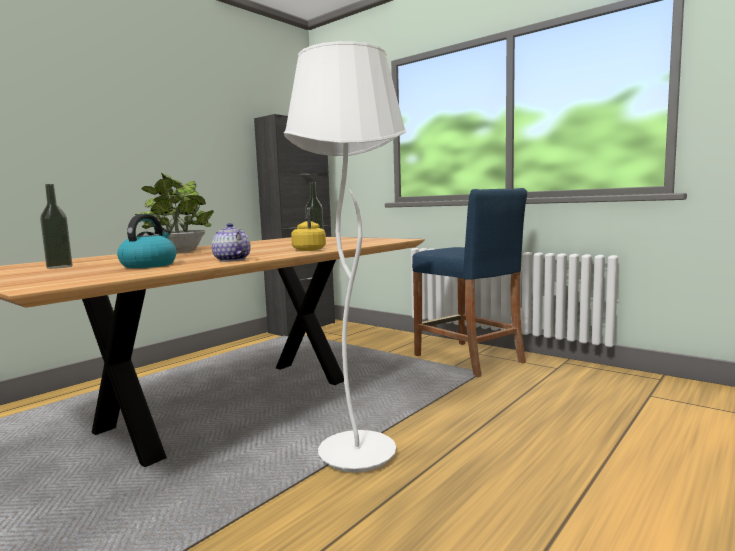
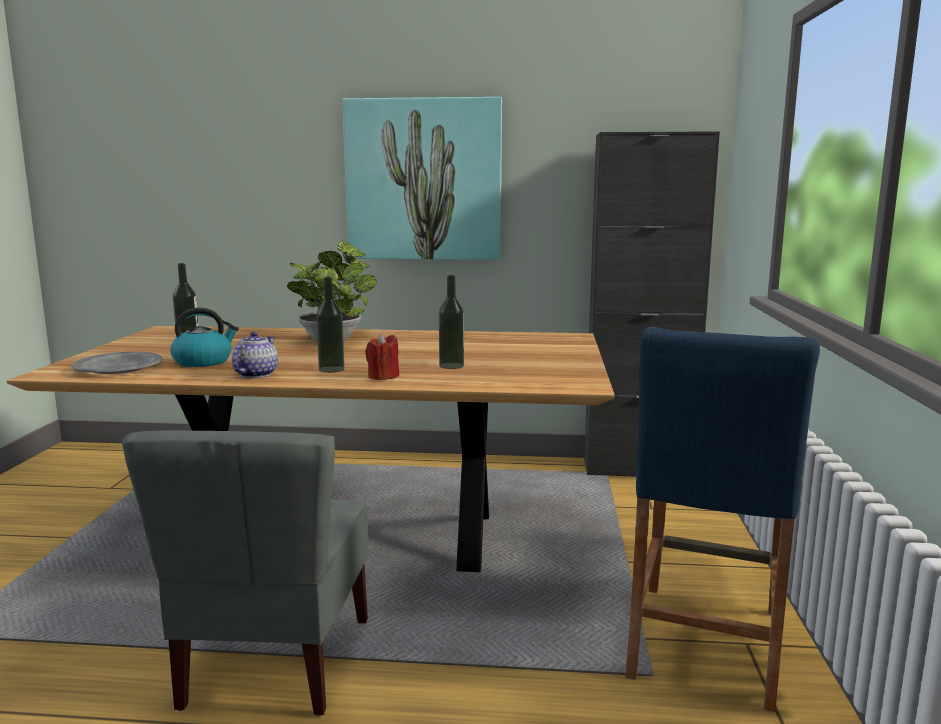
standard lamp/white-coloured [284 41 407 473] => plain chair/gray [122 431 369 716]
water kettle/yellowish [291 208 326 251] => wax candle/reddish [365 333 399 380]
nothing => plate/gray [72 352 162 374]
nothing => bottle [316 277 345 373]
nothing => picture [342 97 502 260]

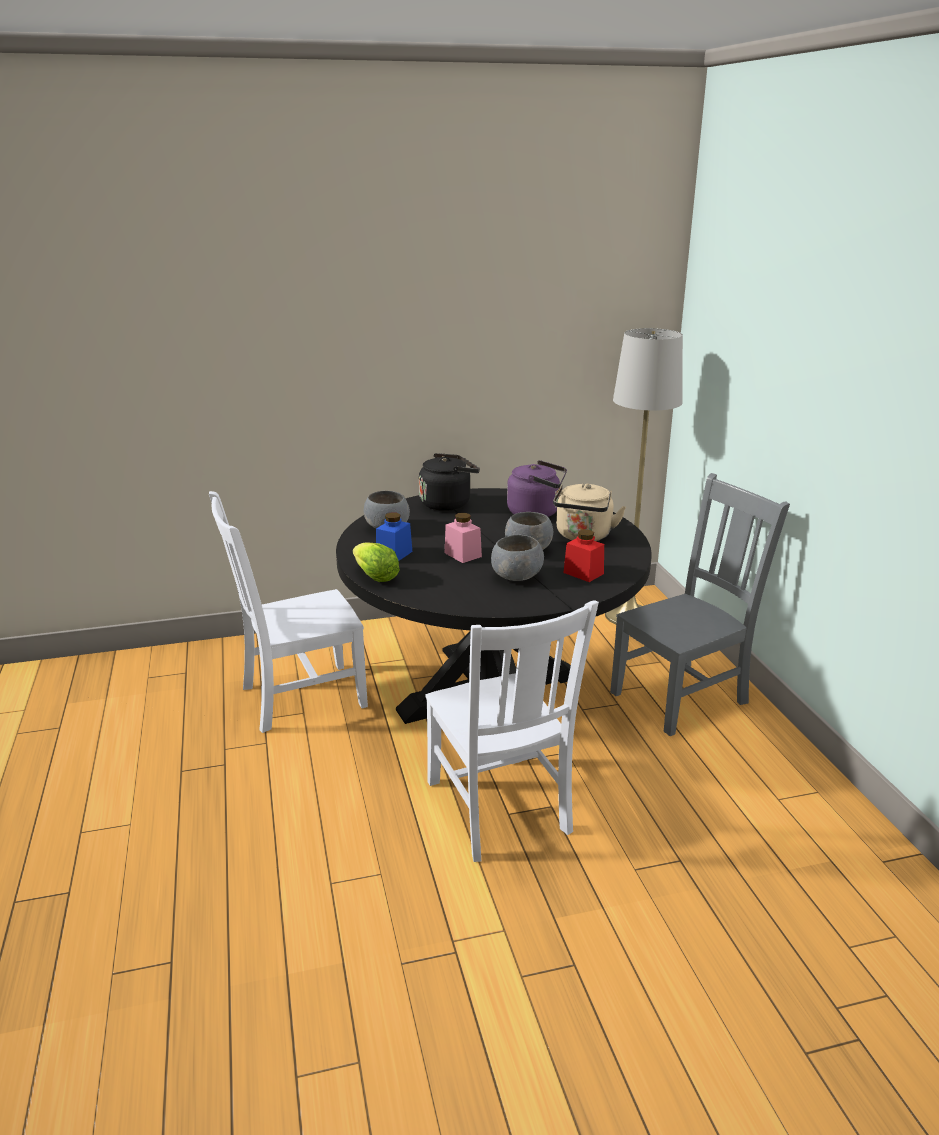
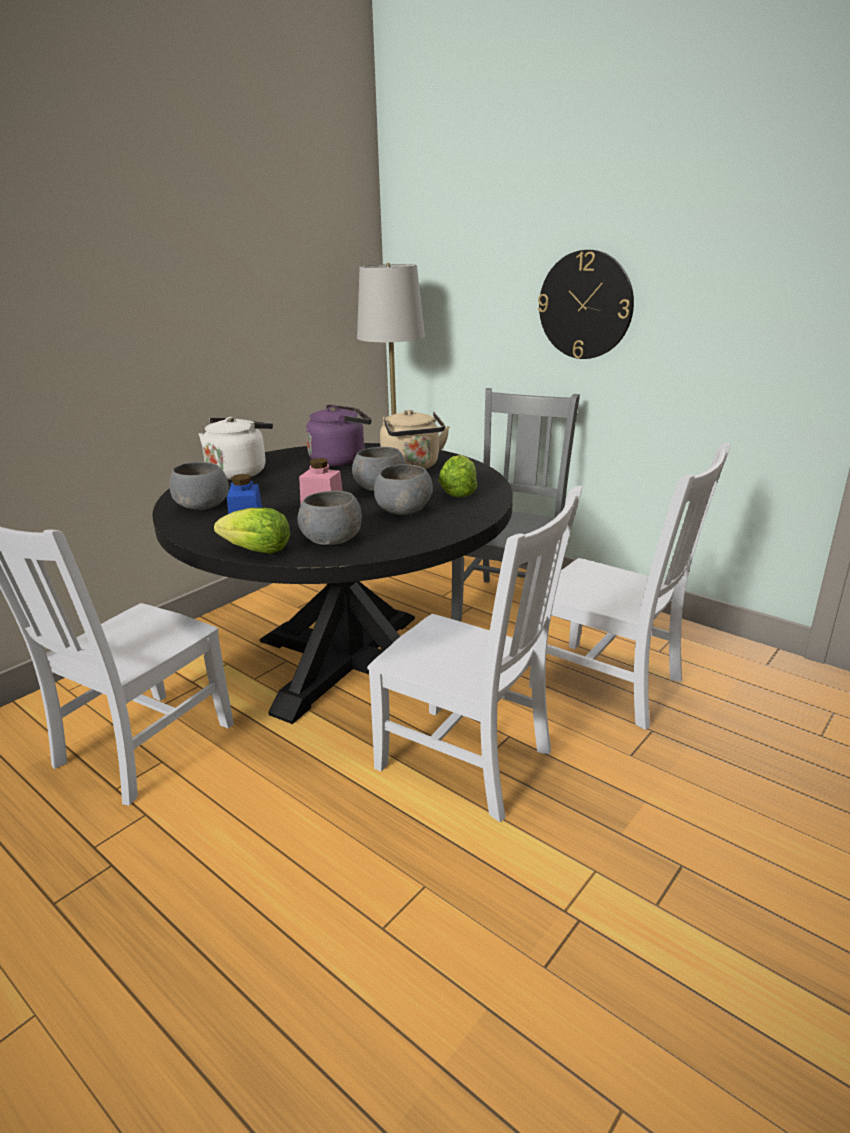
water kettle/black [419 453 480 511] => water kettle/white-coloured [199 417 273 480]
storage jar/reddish [563 529 604 582] => head of lettuce [438 455 477 497]
nothing => bowl/gray [297 491 362 545]
nothing => plain chair/white-coloured [529 442 731 730]
nothing => wall clock [538 250 634 359]

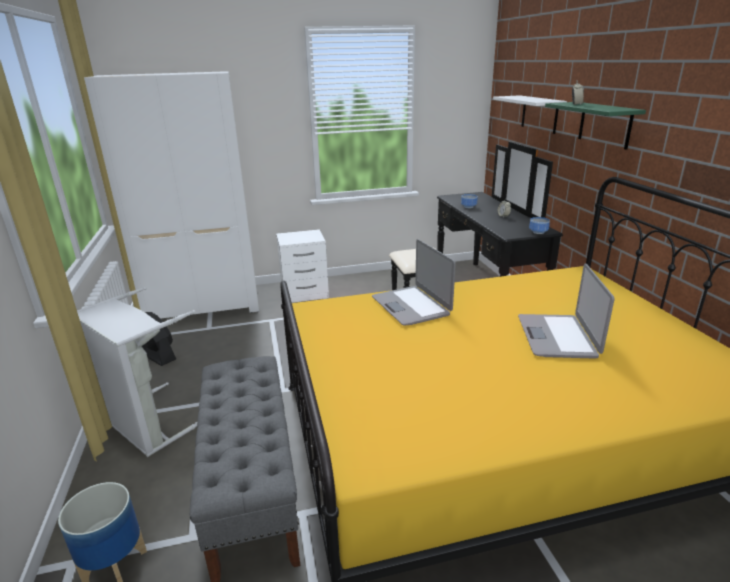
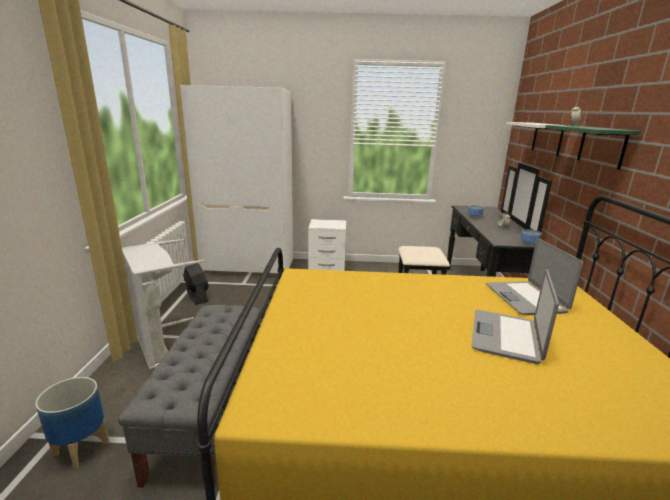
notebook computer [372 239 456 325] => notebook computer [486 239 583 315], relocated

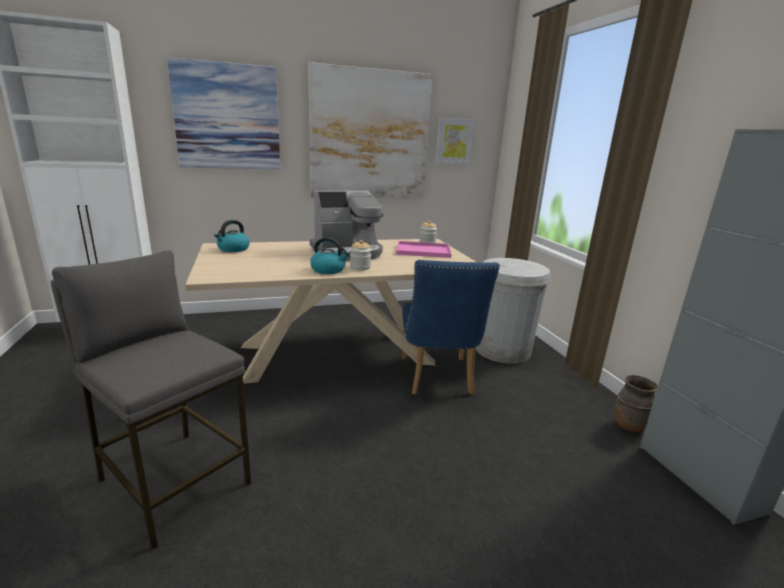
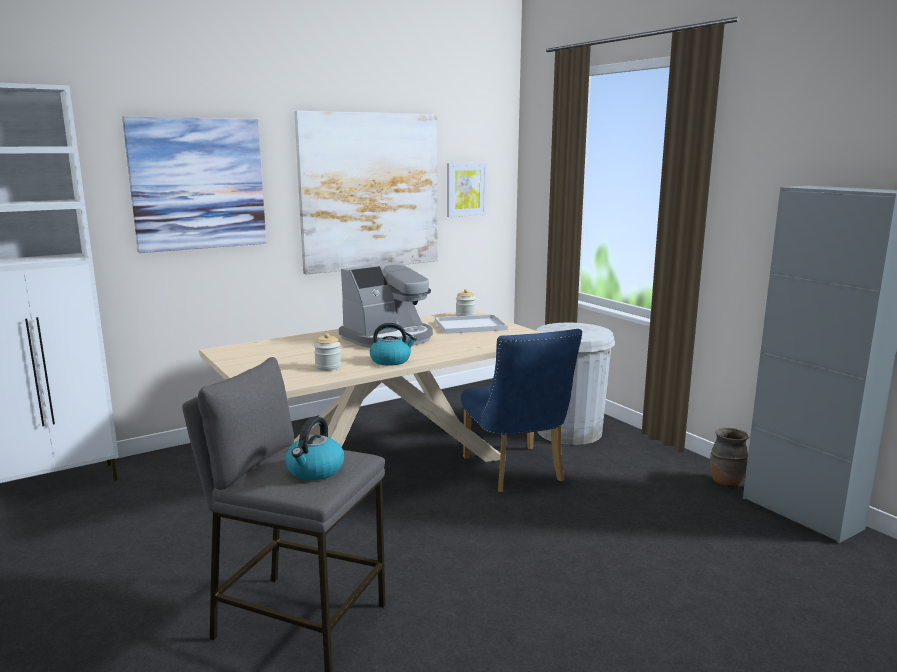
water kettle [214 220 250 252] => water kettle [285 416 344 480], relocated
storage jar [350 240 371 271] => storage jar [314 333 341 371], relocated
serving tray/pink-coloured [396 241 451 258] => serving tray/white-coloured [435 314 508 334]

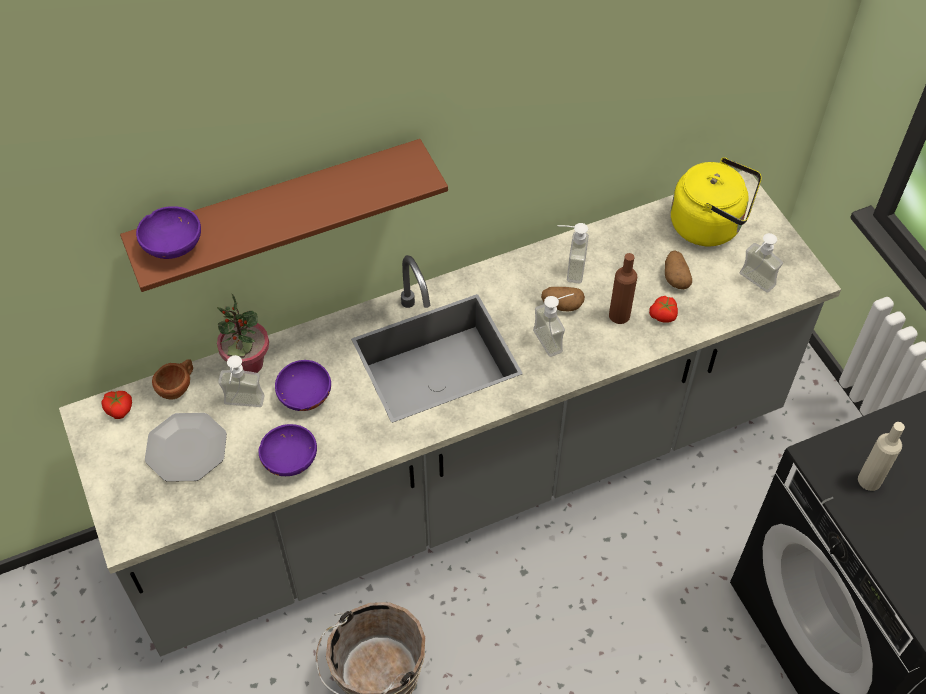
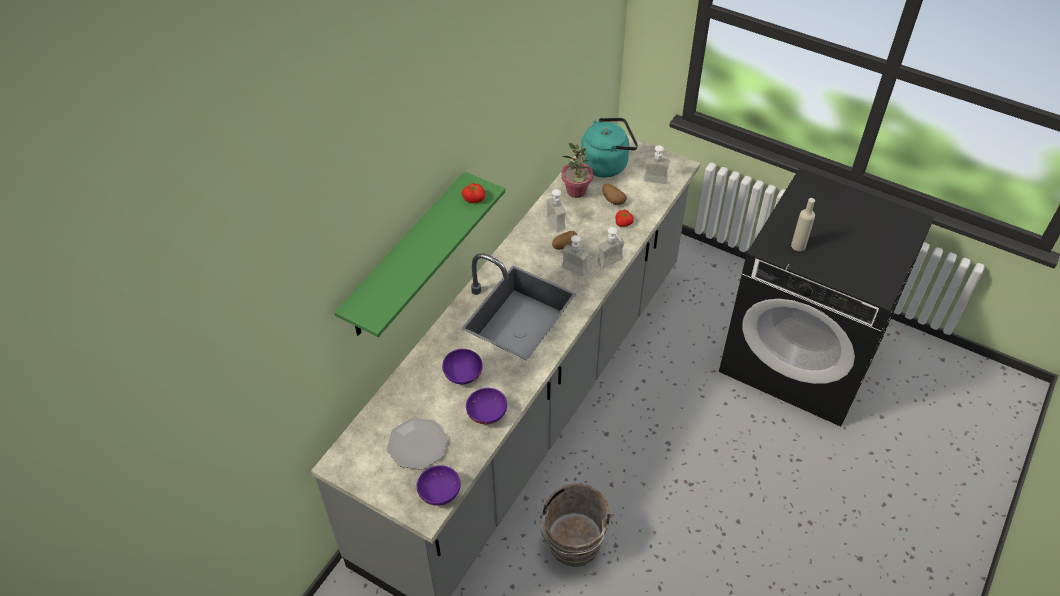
whole tomato [102 391 132 419] => whole tomato [461 183 485 203], relocated
wall shelf/brown-coloured [120 139 448 292] => wall shelf/green [334 172 505 337]
bowl/purple [136 206 201 259] => bowl/purple [417 465 461 506], relocated
cup/brown-coloured [152 359 193 400] => nothing
plant in a pot [217 293 269 373] => plant in a pot [561 142 593 198], relocated
soap dispenser [218 355 265 407] => soap dispenser [597 227 624 268], relocated
bottle/brown-coloured [609 253 637 324] => nothing
water kettle/yellowish [671 157 762 246] => water kettle/turquoise-coloured [581 118 638 178]

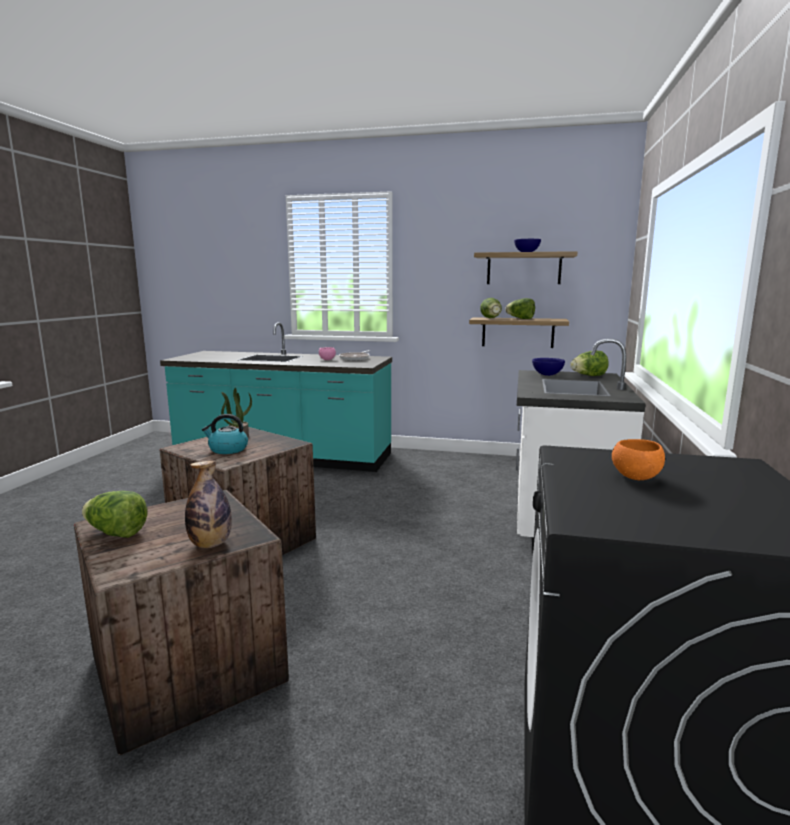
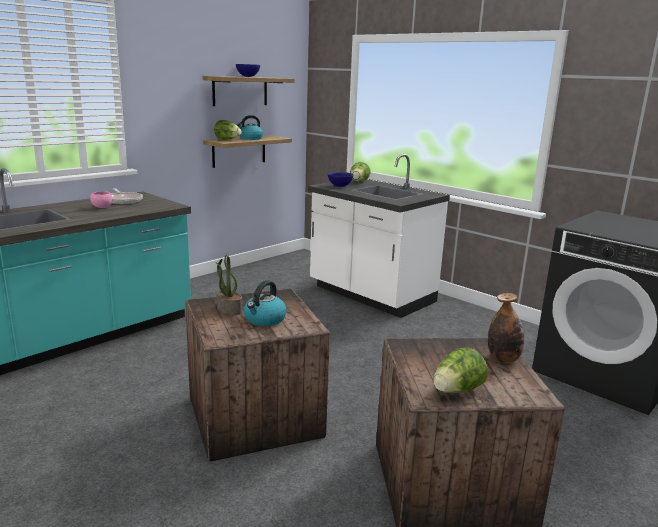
head of lettuce [505 298 535 319] => water kettle [236 115 263 140]
bowl/orange [612 439 665 480] => nothing

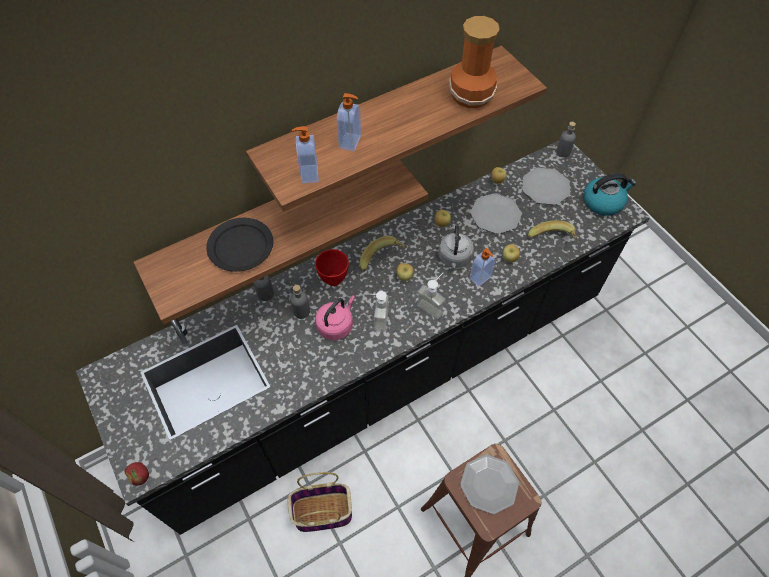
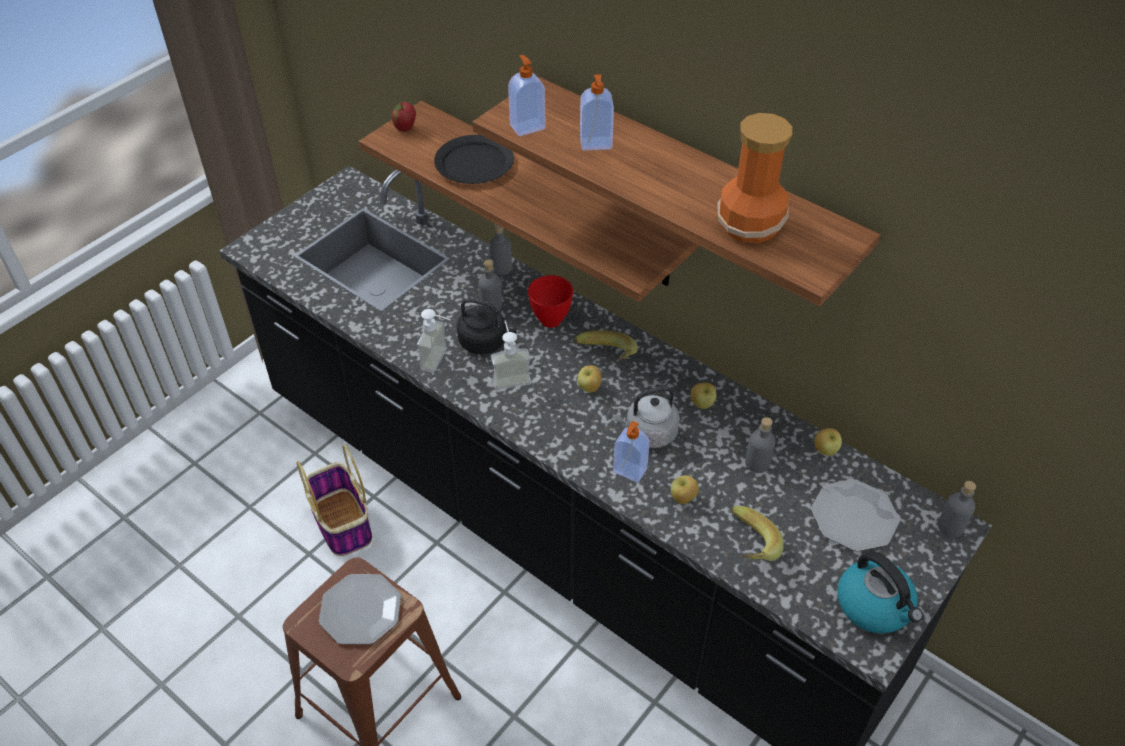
whole apple [125 462 149 486] => whole apple [392 102 416 132], relocated
water kettle/pink-coloured [315 296 355 340] => water kettle/black [457 298 517 354]
soap dispenser [417 273 445 319] => soap dispenser [417 309 451 373], relocated
plate [470 193 522 234] => bottle/gray [745 417 776 473]

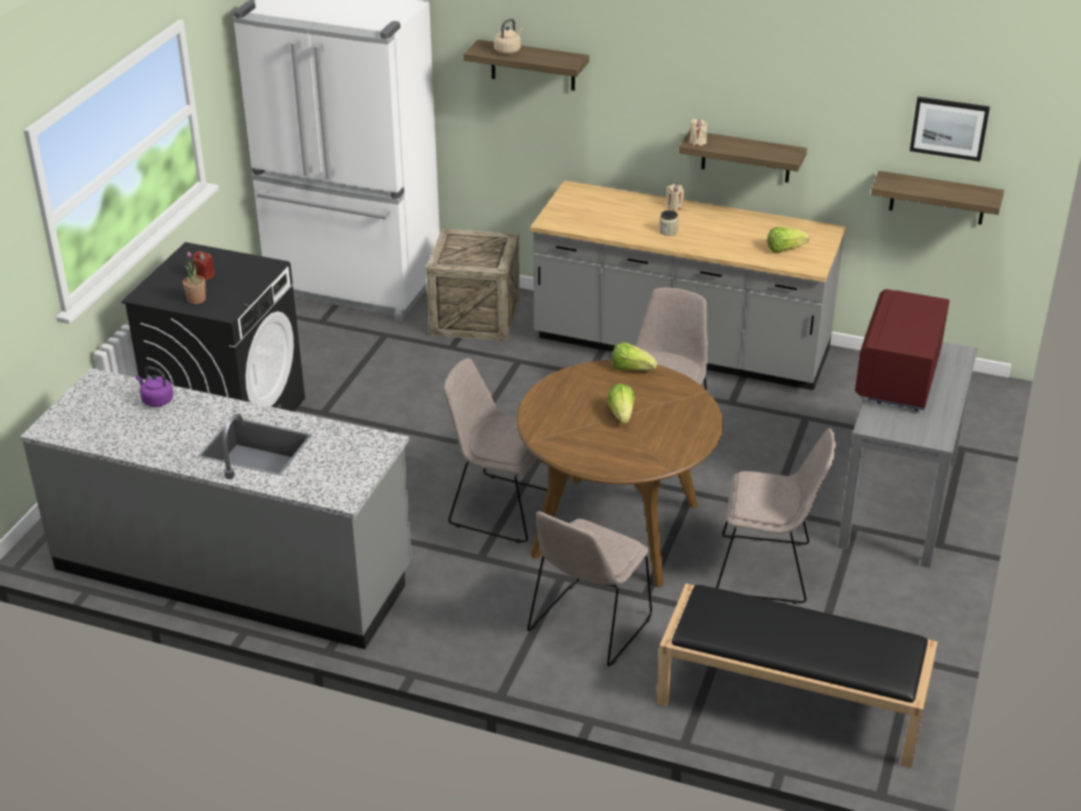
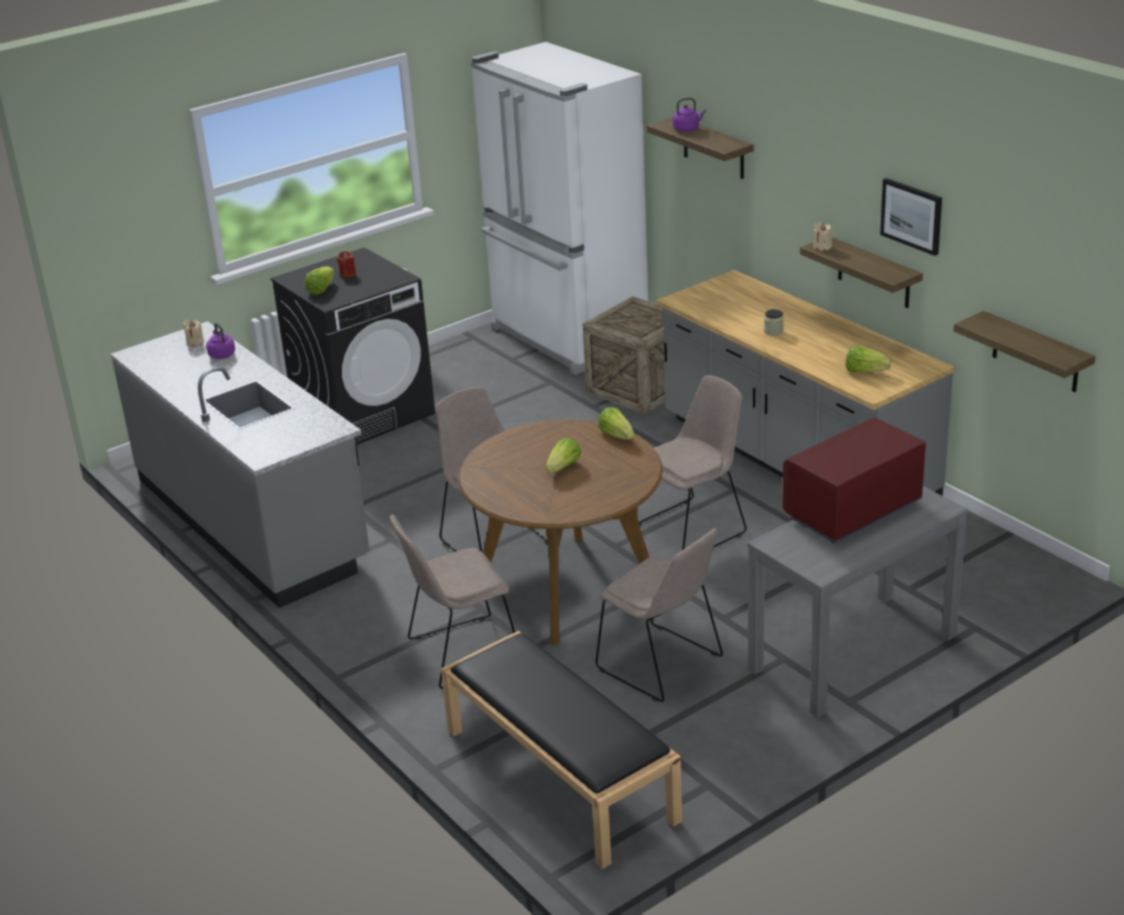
plant in a pot [183 252 206 304] => head of lettuce [304 267 335 295]
water kettle/beige [494 19 523 54] => water kettle/purple [673 98 706 132]
wax candle/beige [666 184 685 210] => wax candle/beige [183 320 204 347], relocated
picture [910 97 990 161] => picture [880 178 942 256], relocated

